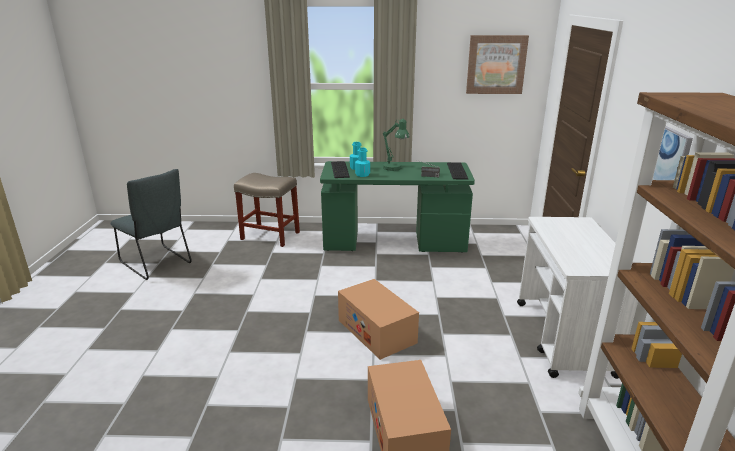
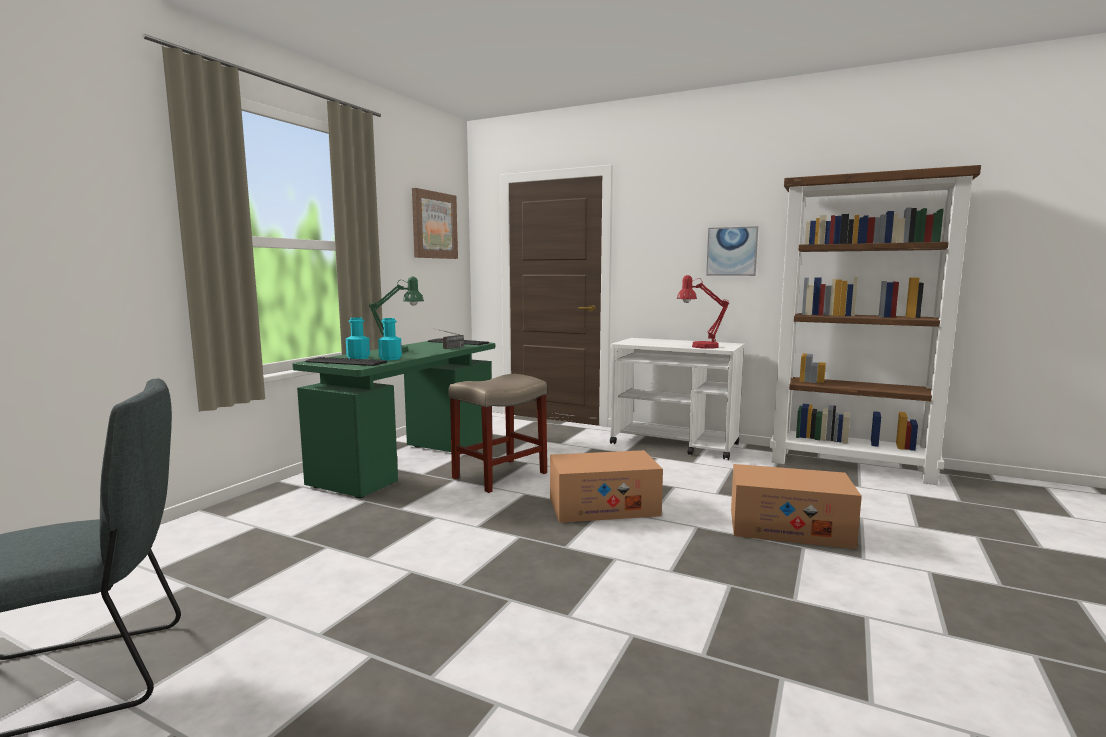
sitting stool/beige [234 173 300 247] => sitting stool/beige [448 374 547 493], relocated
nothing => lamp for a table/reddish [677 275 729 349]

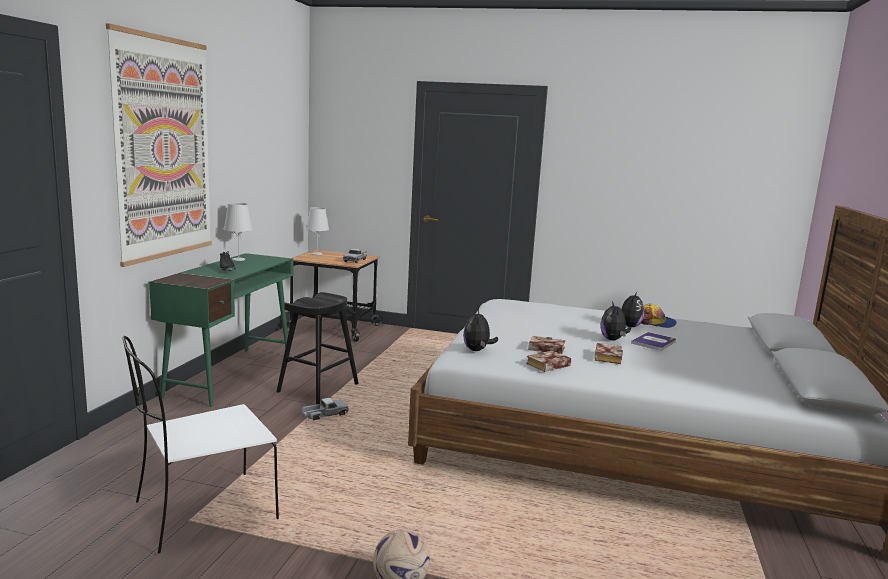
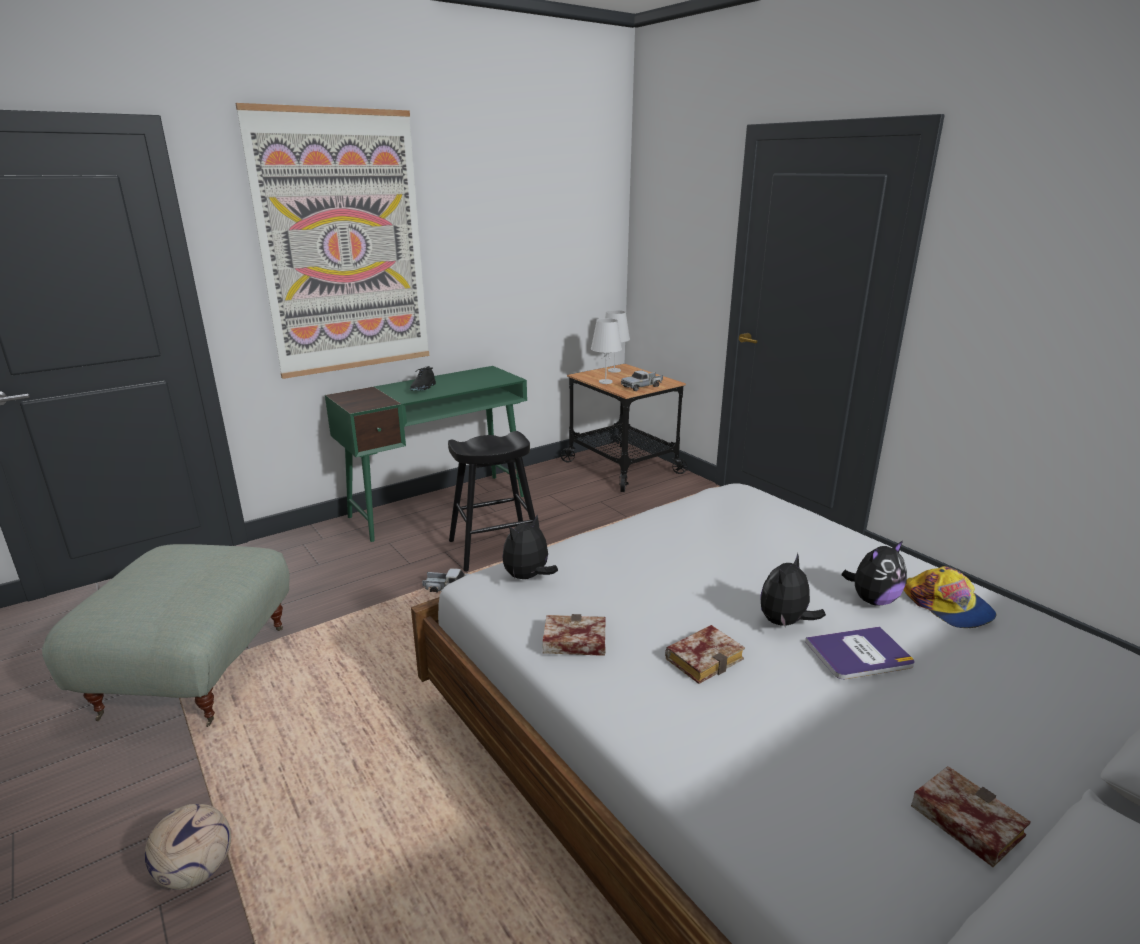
plain chair/white-coloured [123 336 279 553] => pouffe/gray [42 544 290 727]
lamp for a table/white-coloured [224 203 253 261] => lamp for a table/white-coloured [591 318 622 384], relocated
volume [528 336 566 354] => volume [911 766 1031 867], relocated

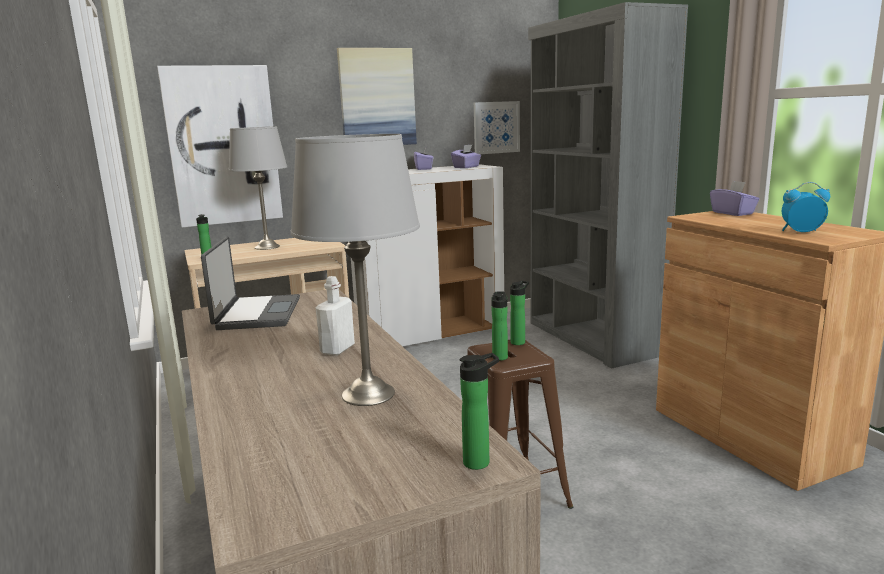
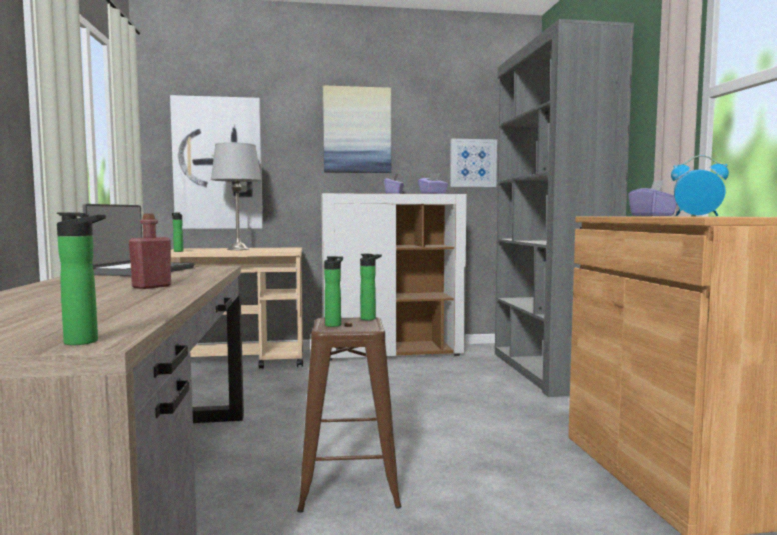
lamp for a table/gray [290 134 420 406] => nothing
bottle/white-coloured [316 276 355 356] => bottle/reddish [129 213 171 289]

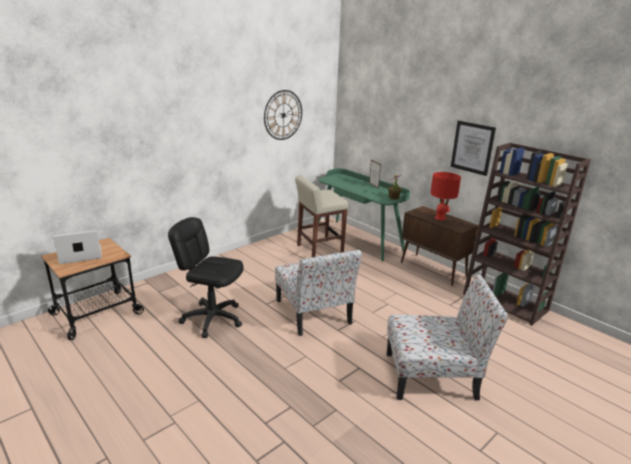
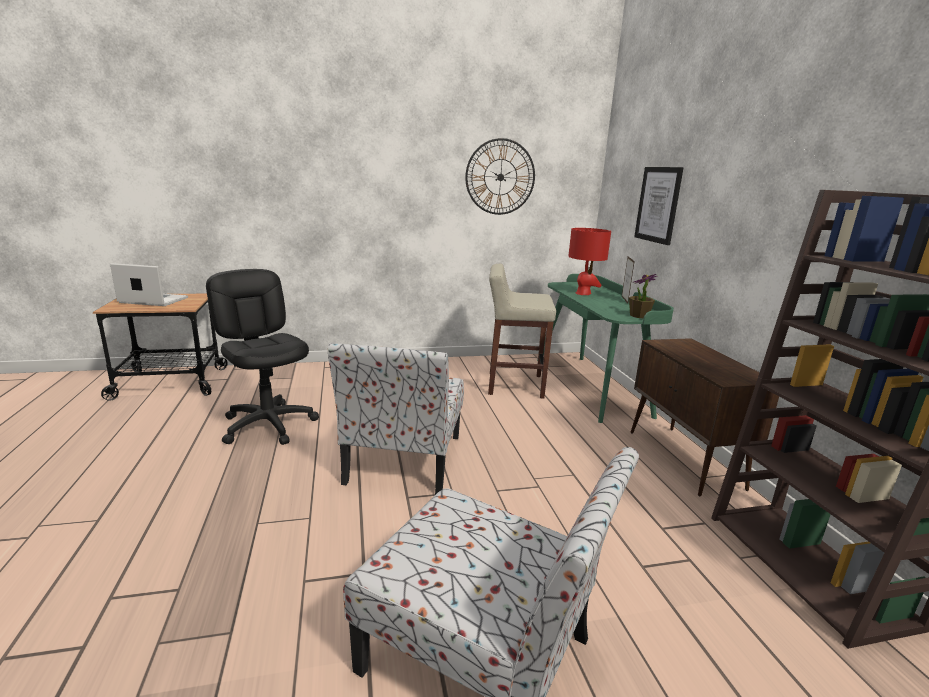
lamp for a table/reddish [430 172 461 220] => lamp for a table/reddish [568 228 611 295], relocated
picture [451 121 496 176] => picture [634 167 684 245], relocated

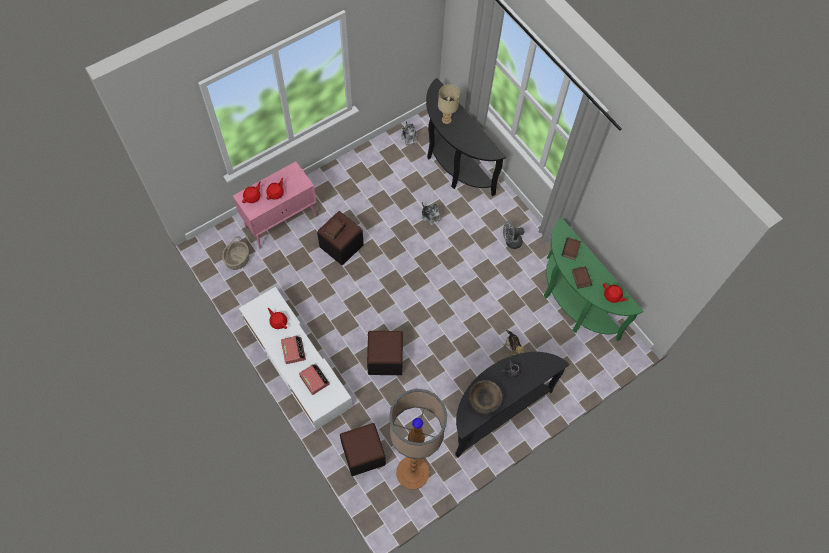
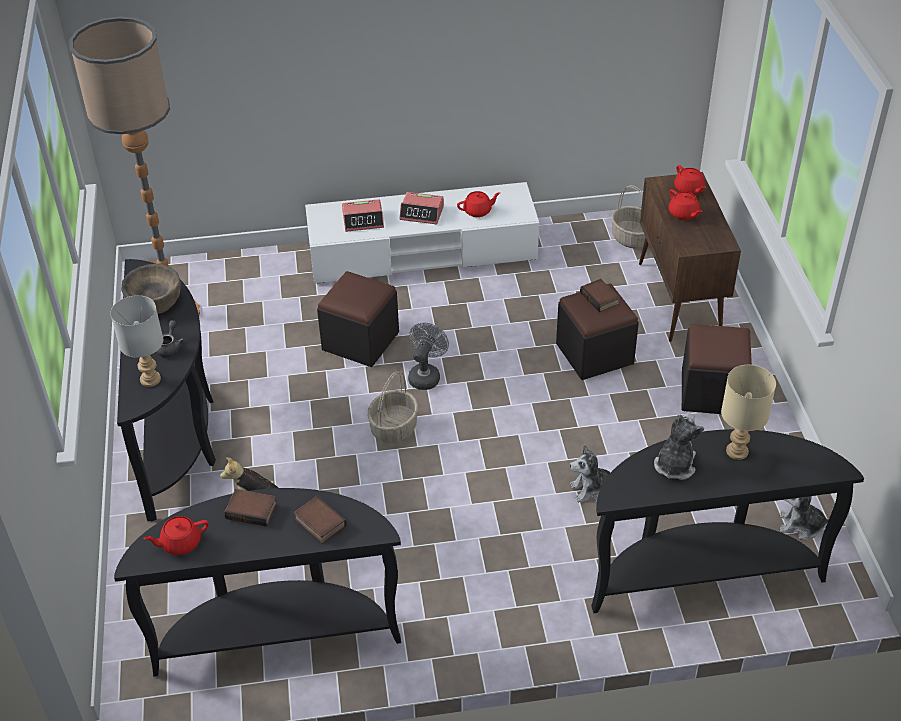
cabinet/pink-coloured [233 161 317 249] => cabinet/brown-coloured [639 172 741 342]
pouffe/black [340 423 386 476] => pouffe/black [682 324 752 414], relocated
cooling fan/gray [503 221 524 249] => cooling fan/gray [408 323 449 390], relocated
narrow table/green [544 217 643 342] => narrow table/black [114 488 401 677]
nothing => lamp for a table/gray [110 295 163 387]
nothing => storage basket [367 371 418 443]
nothing => plush toy [654 413 704 480]

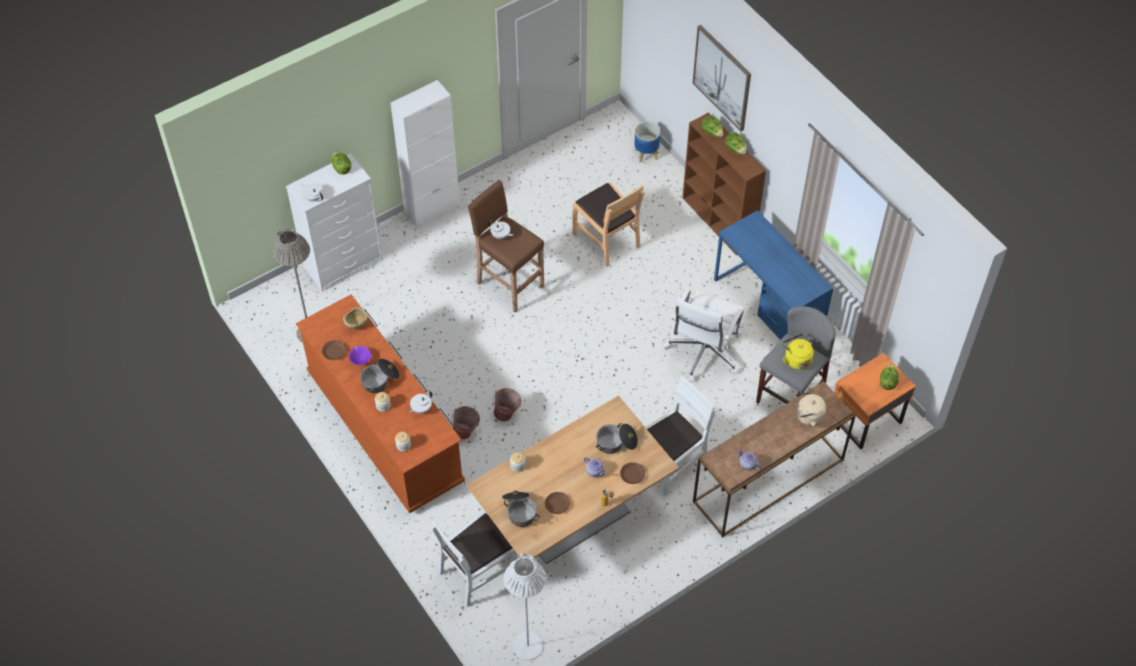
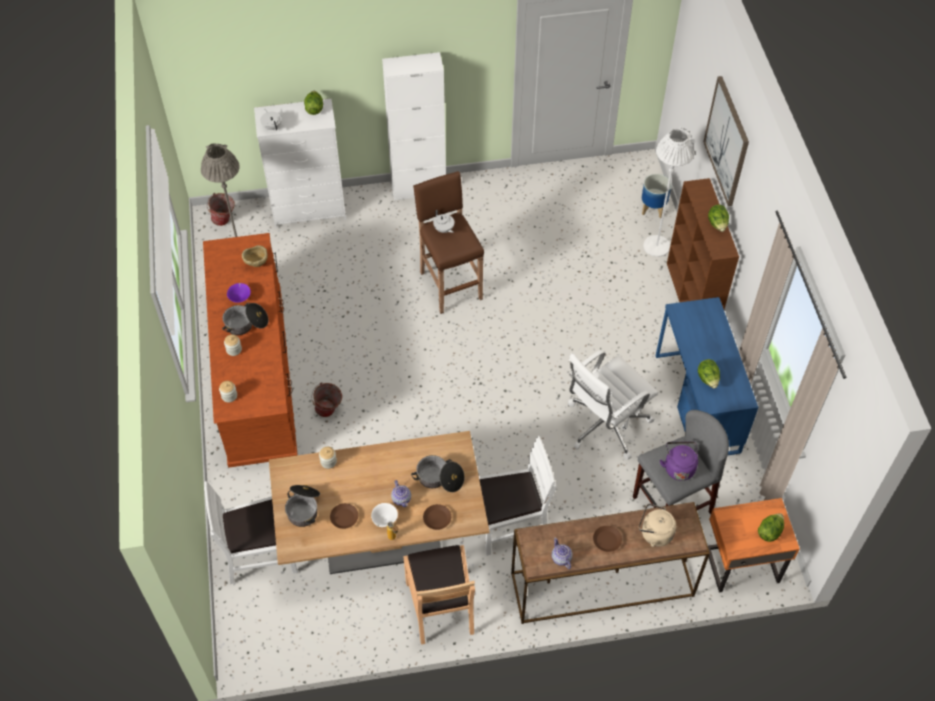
plate/brown-coloured [322 340 346 360] => plate/brown-coloured [593 526 622 552], relocated
teapot/white-coloured [408 391 432 414] => nothing
pail [493 388 521 421] => pail [207 193 235 226], relocated
standard lamp/white-coloured [504 553 546 661] => standard lamp/white-coloured [643 127 695 257], relocated
plain chair/brown-coloured [573 182 644 267] => plain chair/brown-coloured [403 545 475 645], relocated
head of lettuce [701 116 723 137] => head of lettuce [698 359 720 389], relocated
water kettle/yellowish [782 333 814 370] => water kettle/purple [660 441 698 481]
nothing => bowl/white-coloured [371 503 398 527]

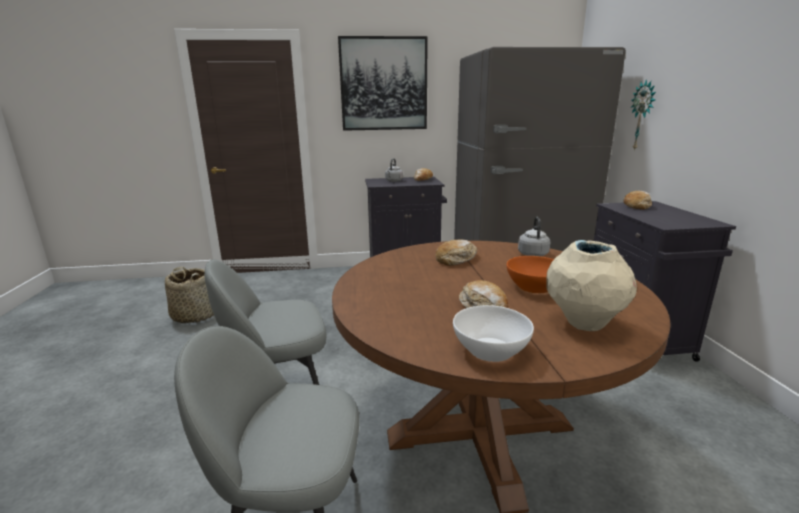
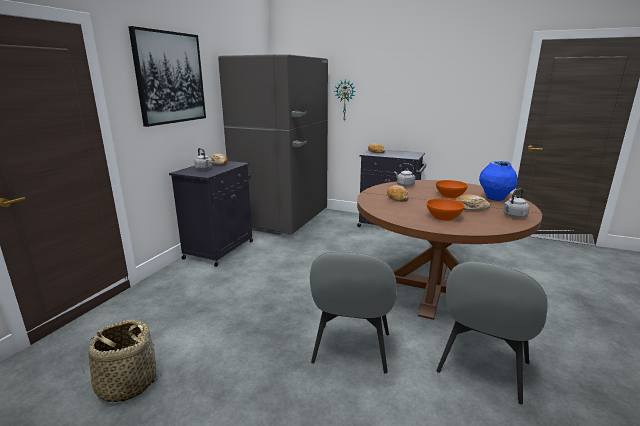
bowl/white-coloured [453 305 534 362] => water kettle/gray [503 188 529 218]
decorative vase/beige [546 240 637 331] => decorative vase/bluish [479 161 518 201]
nothing => bowl/orange [427 198 465 221]

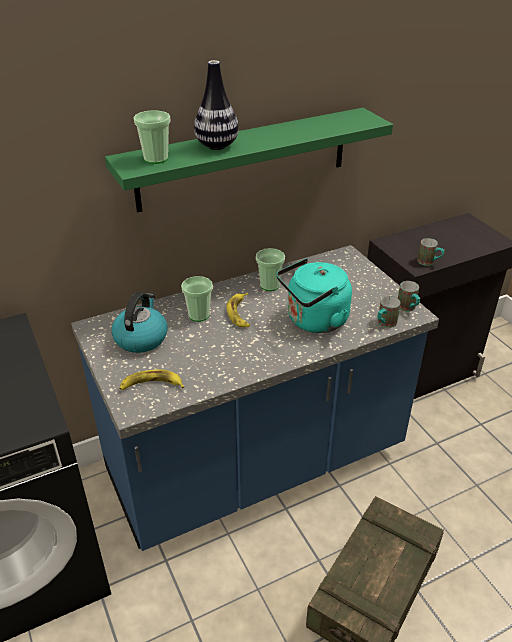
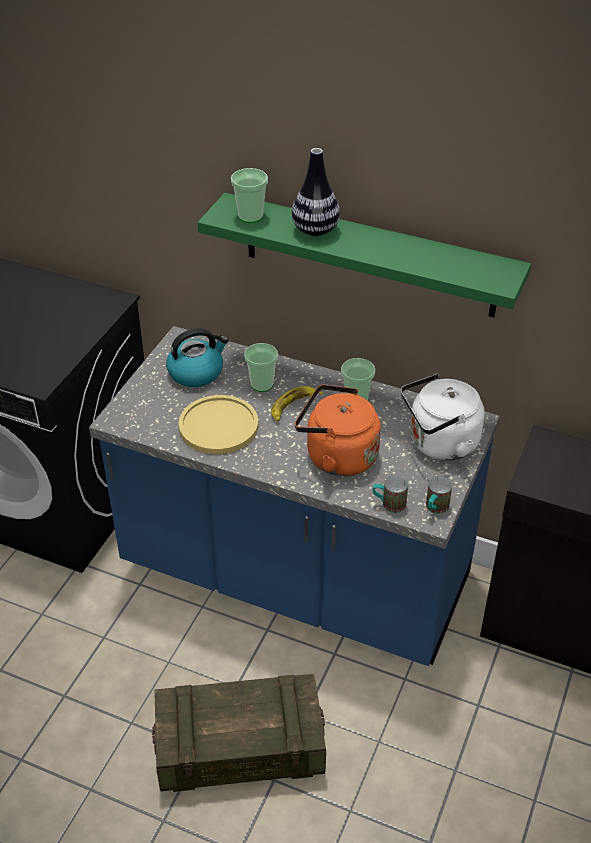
whole banana [120 369 184 390] => nothing
water kettle/turquoise-coloured [277 258 352 333] => water kettle/orange [295 384 381 476]
mug [417 238 444 266] => nothing
nothing => plate/yellowish [179 395 258 454]
nothing => water kettle/white-coloured [401 374 485 461]

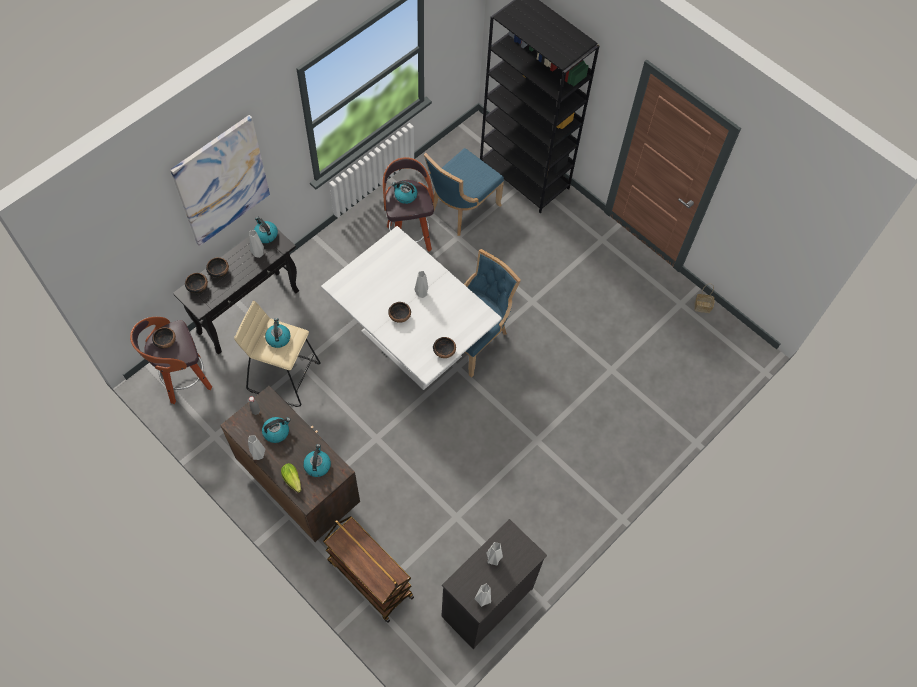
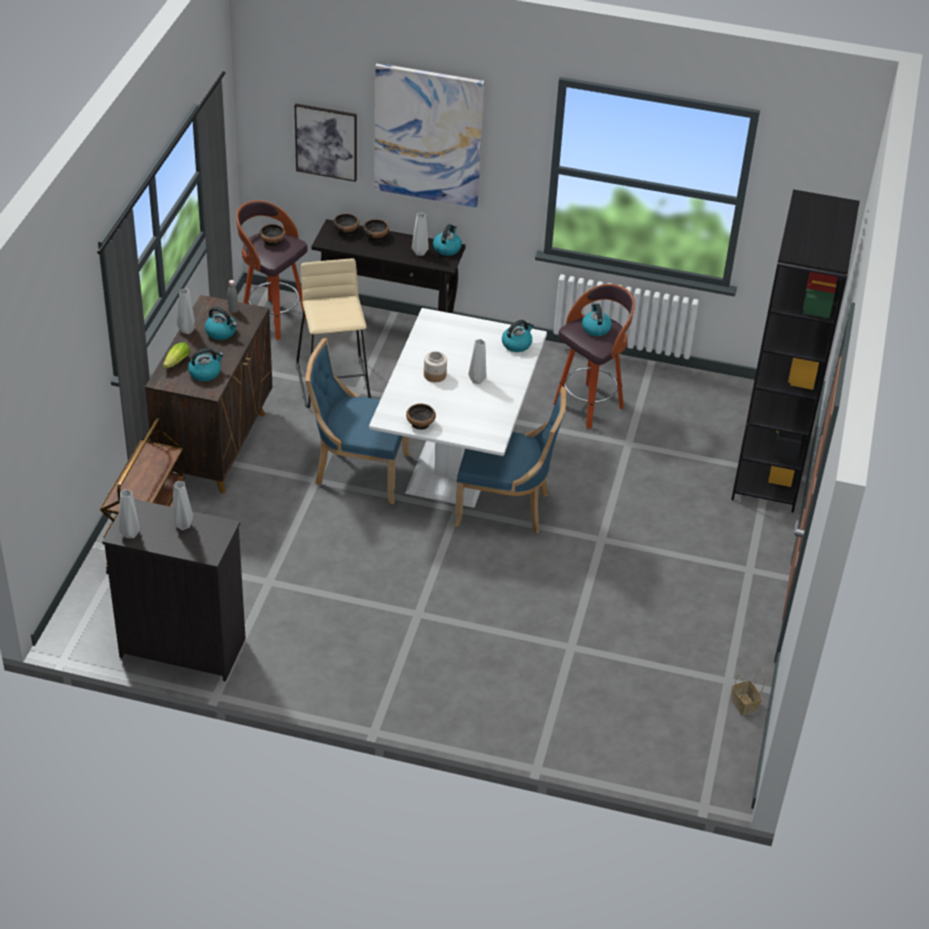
water kettle [265 318 291 348] => water kettle [502 320 534 352], relocated
bowl [388 302 411 323] => storage jar [424 351 447 382]
plain chair/bluish [424 148 504 236] => plain chair/bluish [305 338 410 504], relocated
nothing => picture [295 104 357 182]

